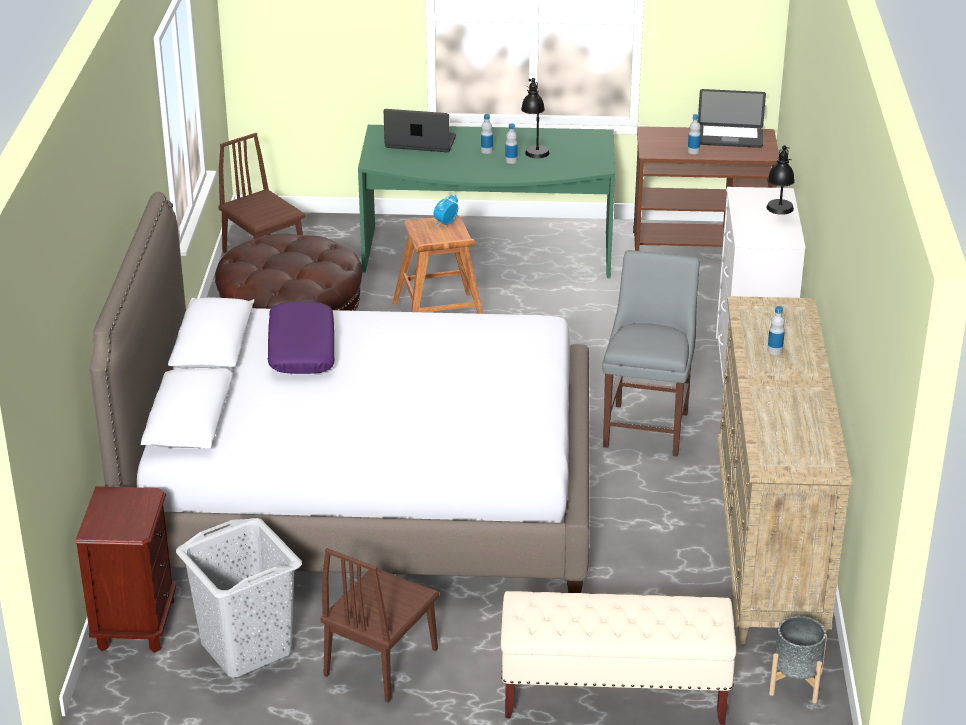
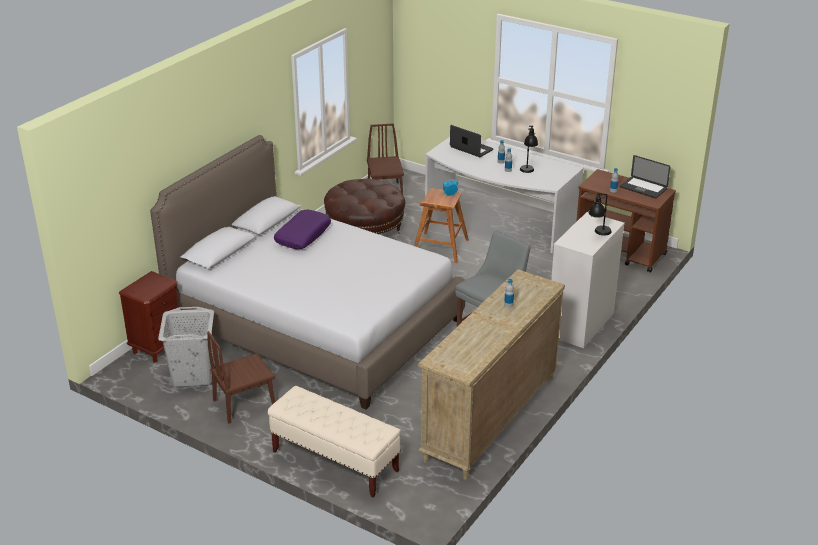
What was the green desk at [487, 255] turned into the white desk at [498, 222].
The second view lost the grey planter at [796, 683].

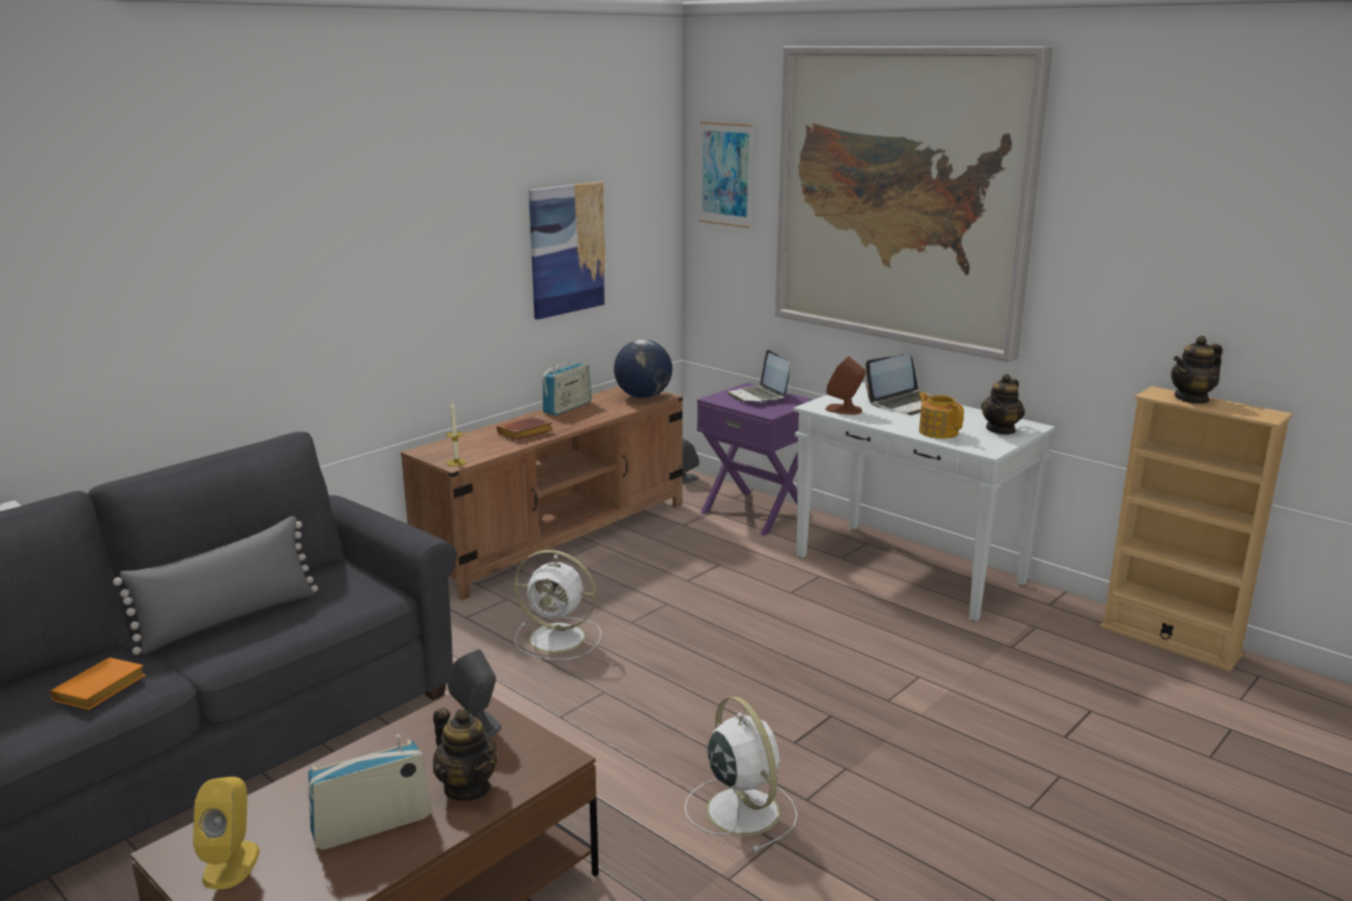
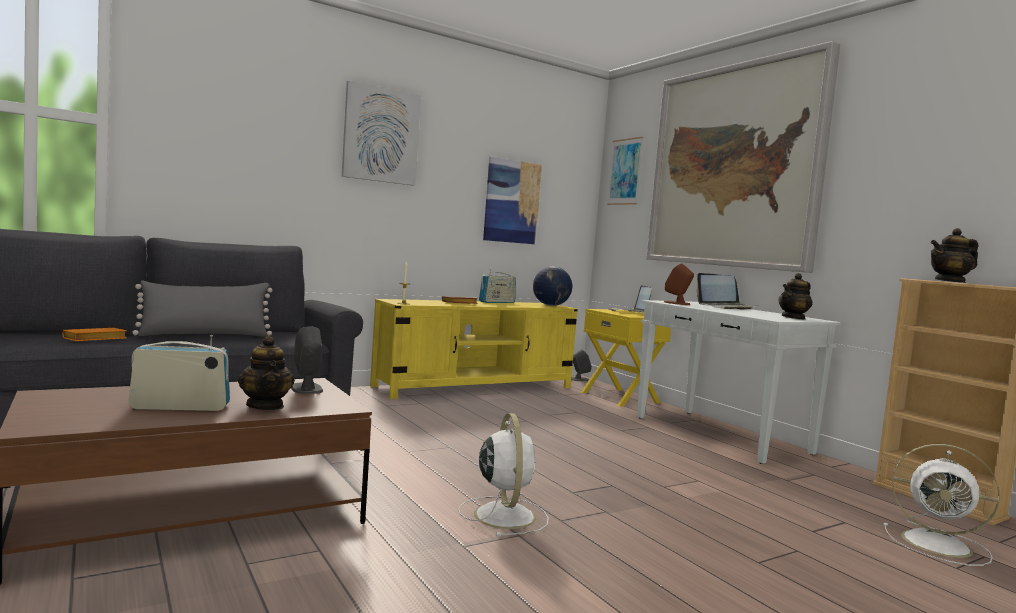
What was the purple nightstand at [756, 512] turned into the yellow nightstand at [621, 397].
What was the brown tv stand at [557, 537] turned into the yellow tv stand at [476, 387].
The second view lost the teapot at [938, 432].
The white fan ended up elsewhere, having gone from [559, 638] to [939, 545].
The second view lost the yellow speaker at [231, 864].
The second view gained the picture at [381, 135].

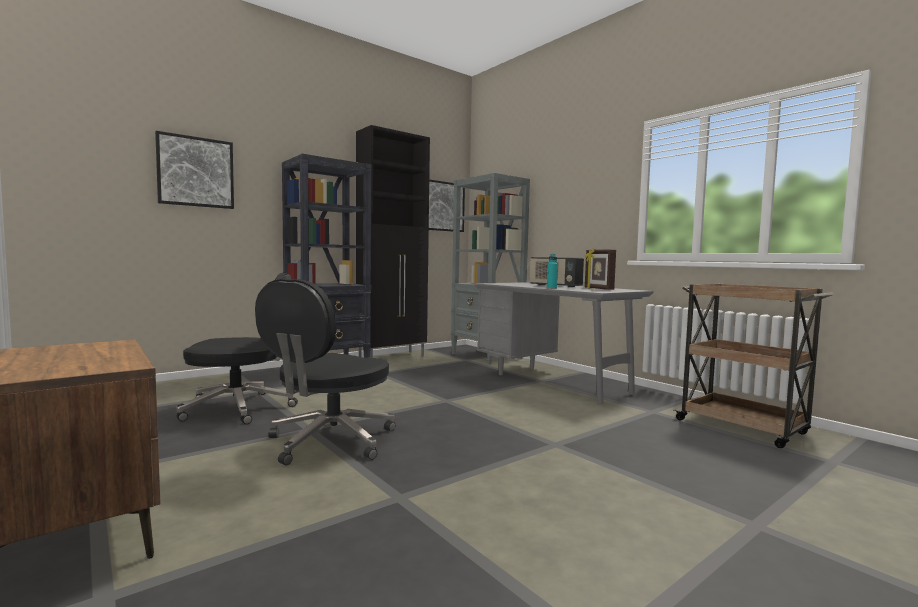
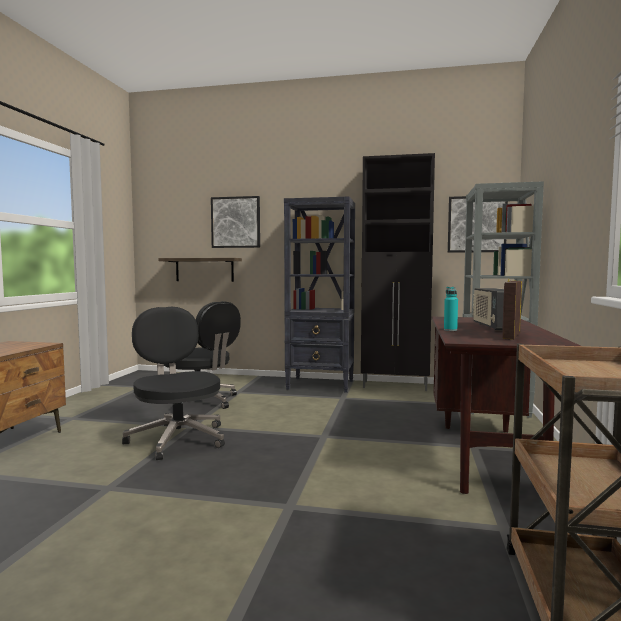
The black office chair at [330, 441] ended up facing another way, 75 degrees clockwise from before.
What was the grey desk at [553, 381] turned into the brown desk at [486, 452].
The second view gained the shelf at [204, 269].

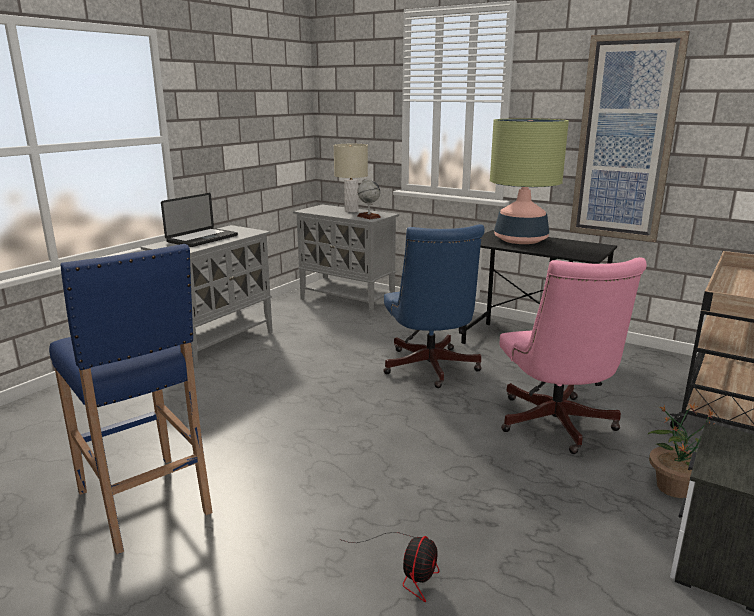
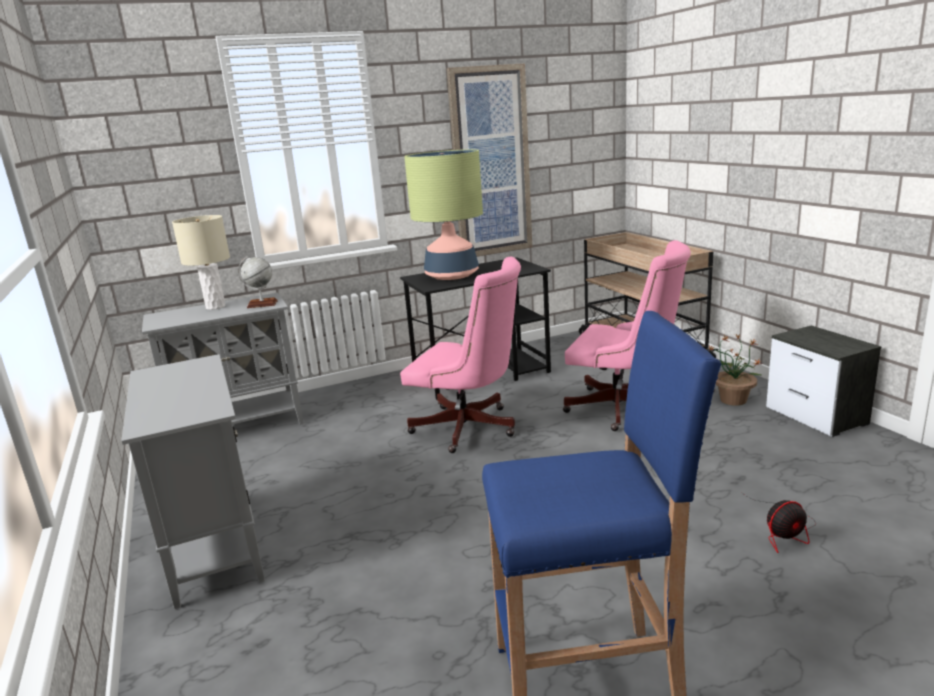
The second view lost the laptop at [202, 239].
What was the blue office chair at [430, 369] turned into the pink office chair at [470, 429].
The fan at [409, 568] ended up facing another way, 105 degrees clockwise from before.

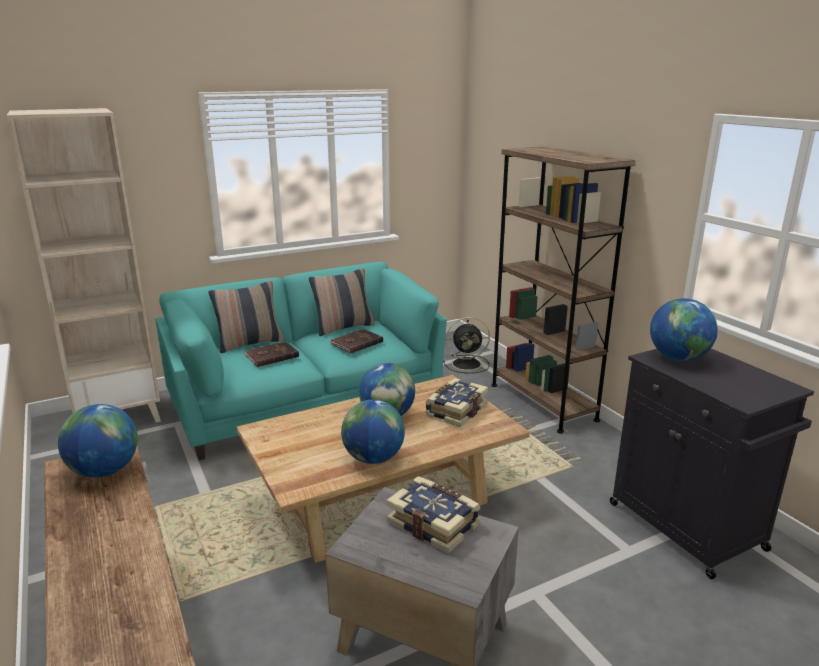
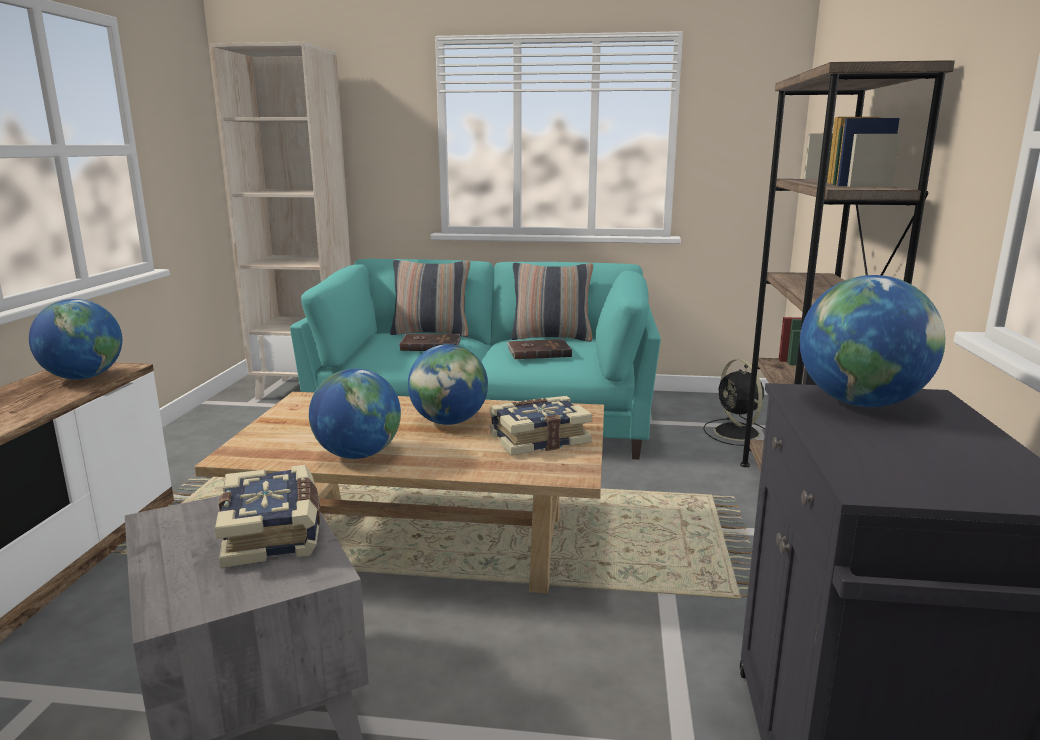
The black fan at [468, 364] ended up facing another way, 45 degrees clockwise from before.

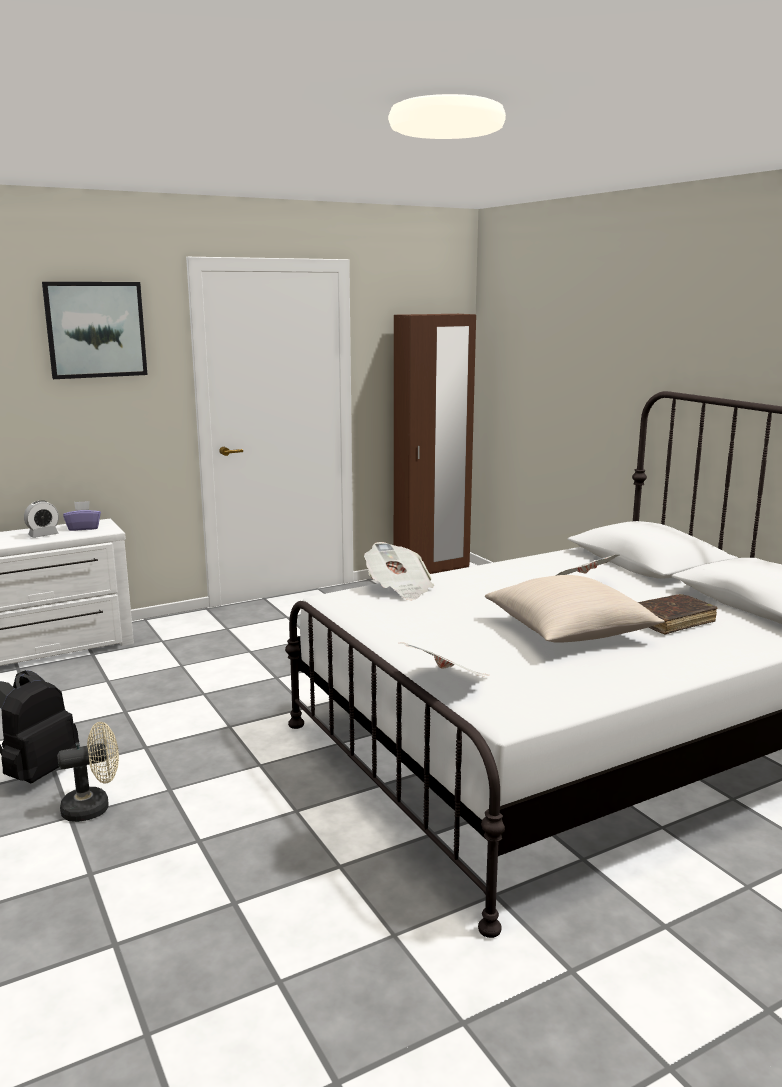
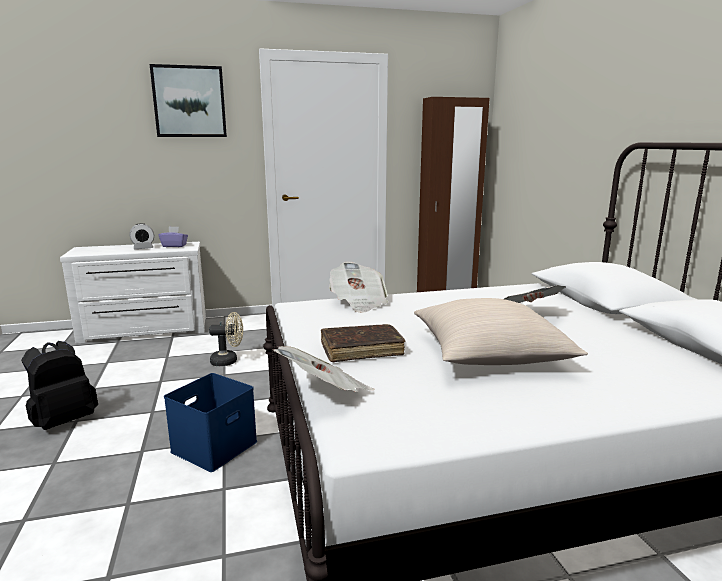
The brown book ended up elsewhere, having gone from [671, 621] to [361, 350].
The beige fan ended up elsewhere, having gone from [94, 807] to [228, 361].
The second view gained the blue storage box at [214, 445].

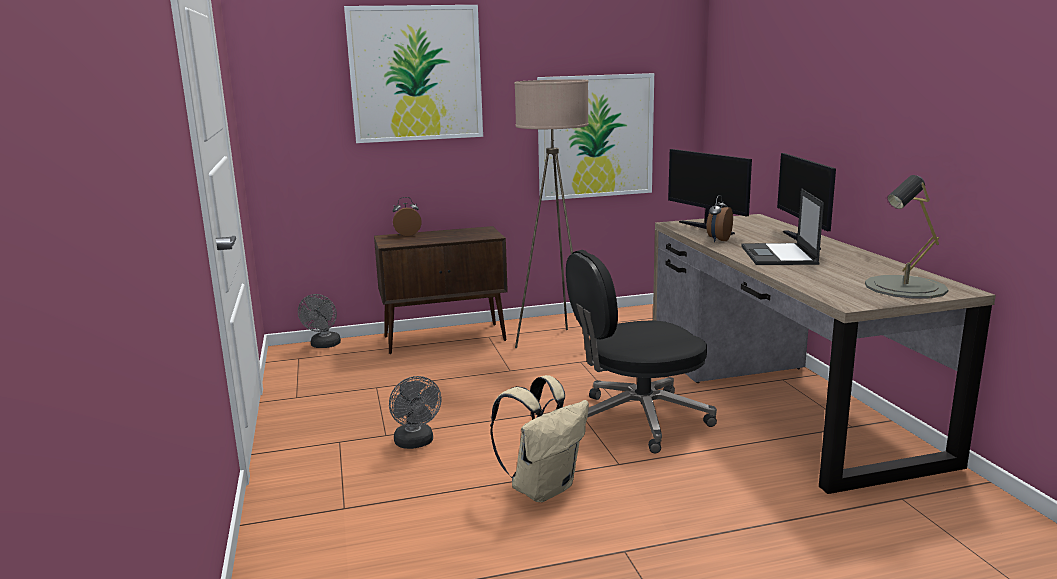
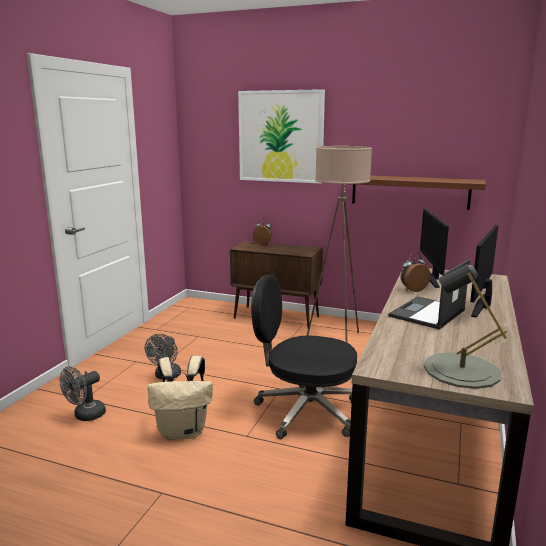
Where the picture hung at [595, 136], the brown shelf came to hang at [409, 191].
The grey fan ended up elsewhere, having gone from [324, 345] to [85, 416].

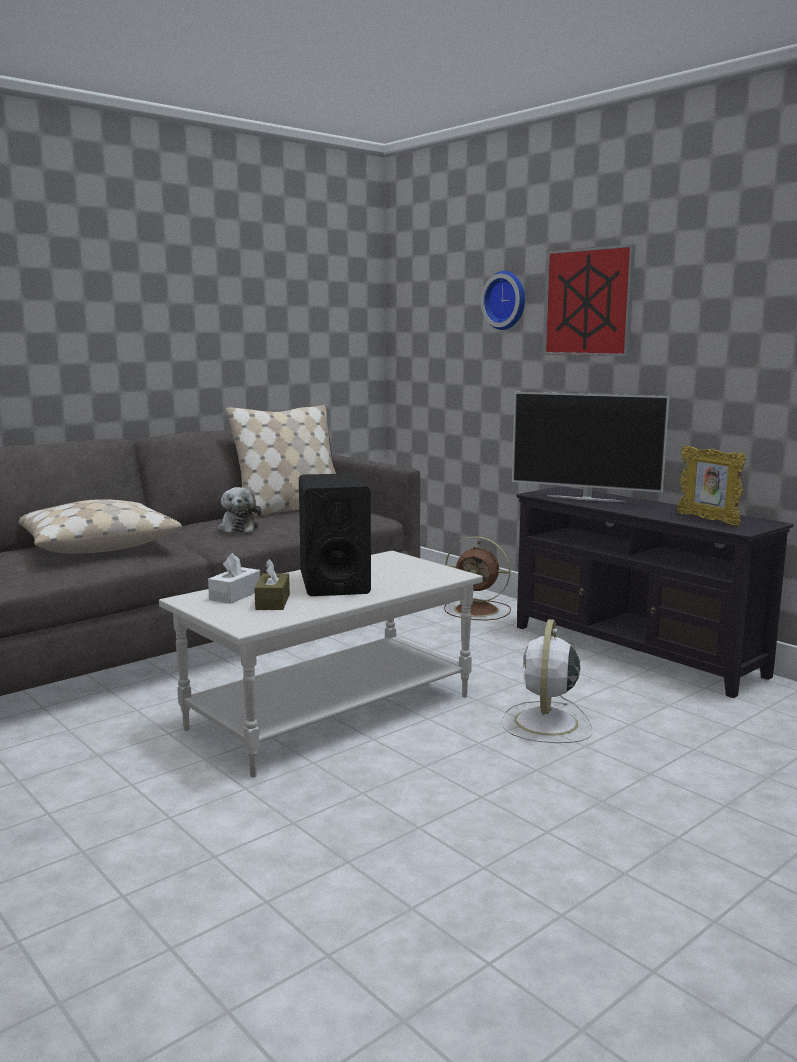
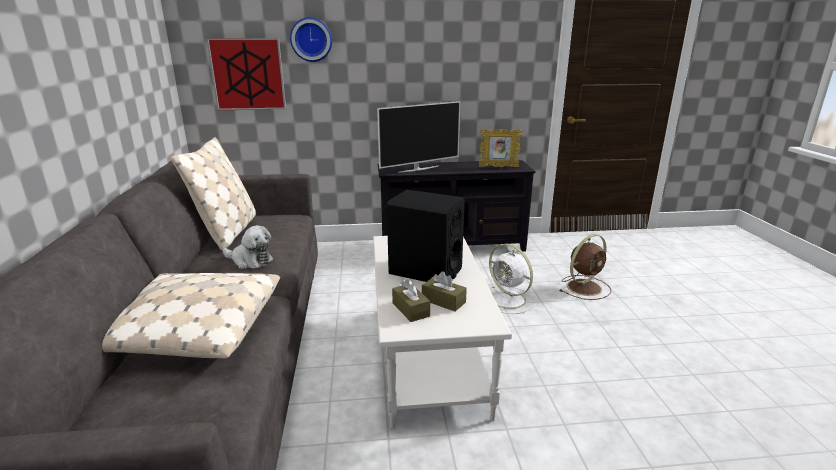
The picture ended up elsewhere, having gone from [588, 302] to [248, 74].
The brown fan ended up elsewhere, having gone from [478, 610] to [585, 287].
What was the white tissue box at [235, 595] turned into the brown tissue box at [410, 309].

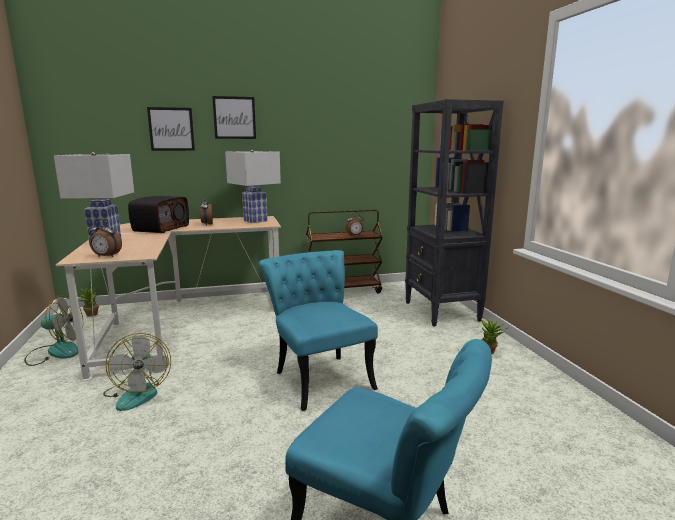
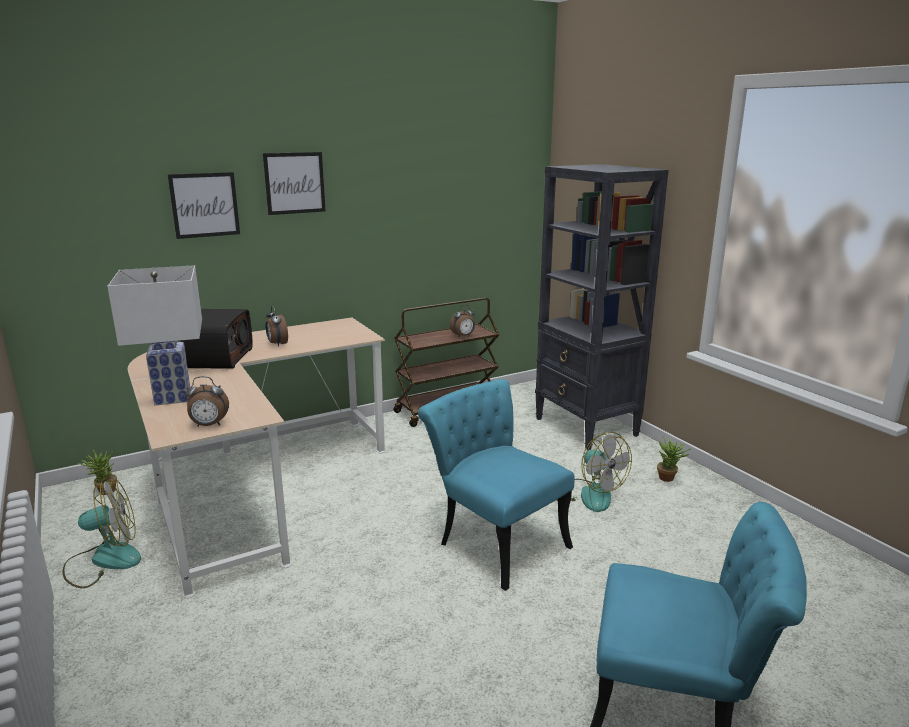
The second view lost the white table lamp at [255, 221].
The fan ended up elsewhere, having gone from [138, 393] to [588, 494].

